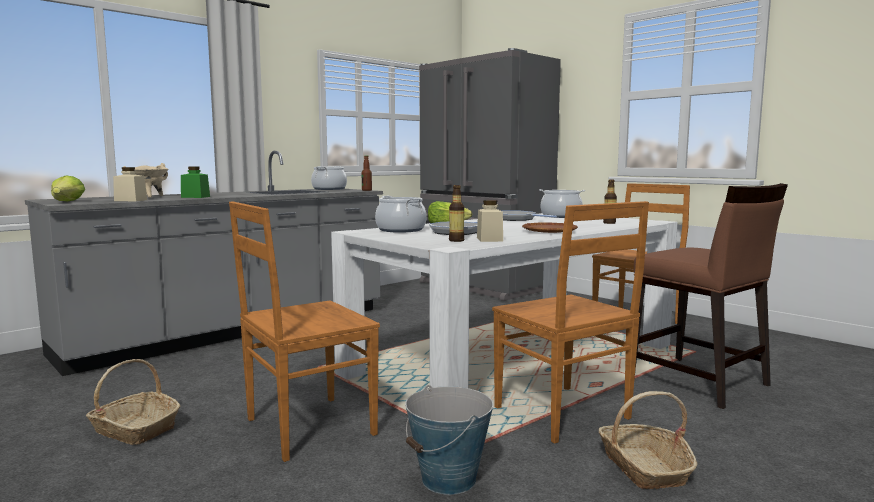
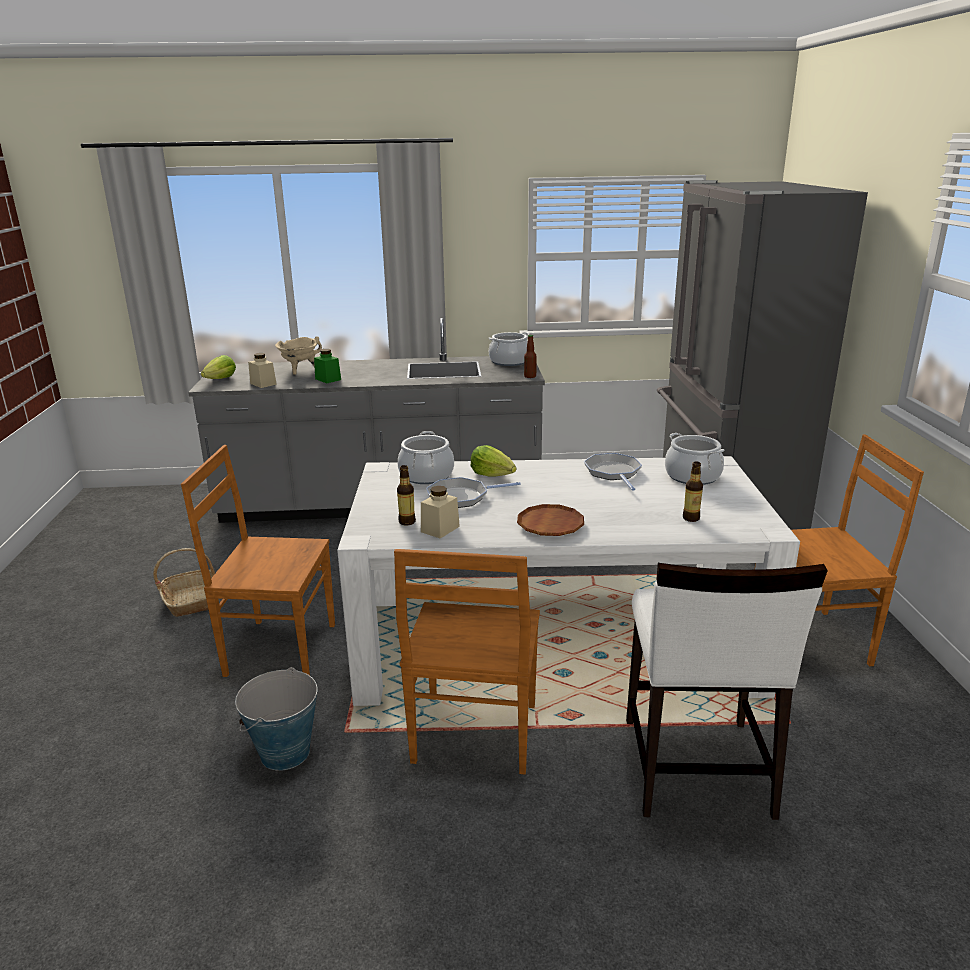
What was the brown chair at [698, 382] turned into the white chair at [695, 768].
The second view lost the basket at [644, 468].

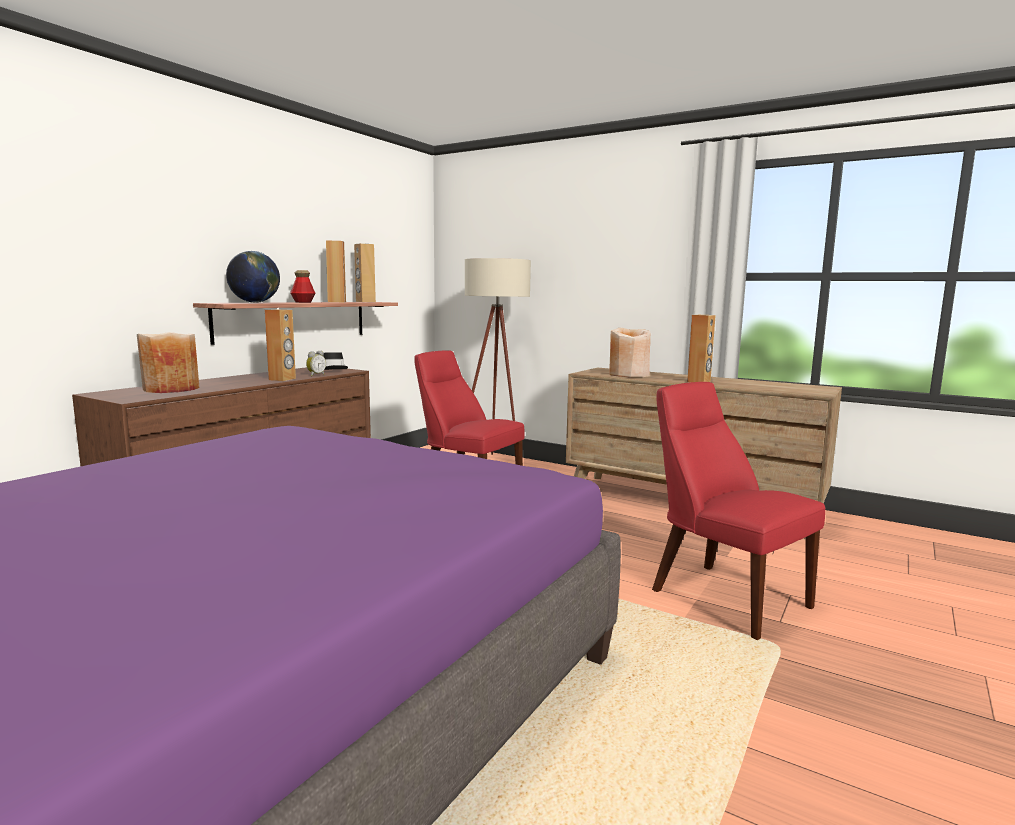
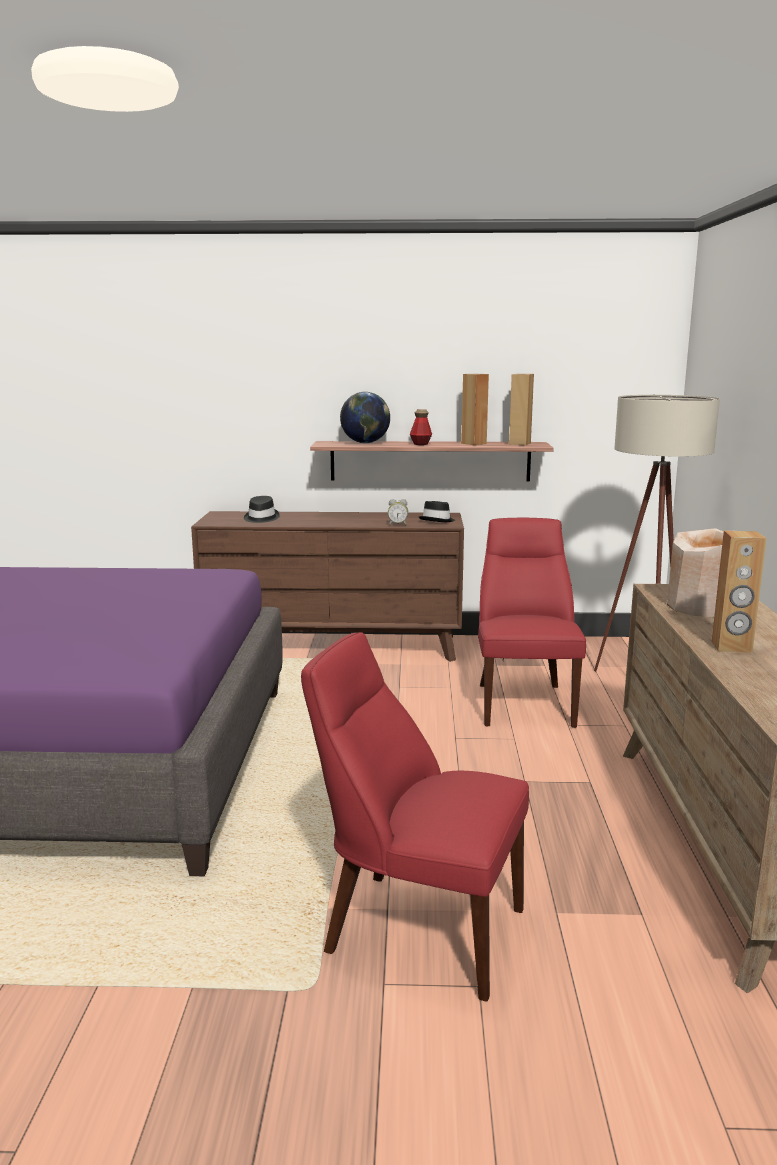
The second view lost the brown speaker at [282, 379].
Where the beige vase stood at [171, 389], the black hat came to stand at [260, 518].
The red chair at [723, 596] ended up facing another way, 90 degrees counterclockwise from before.

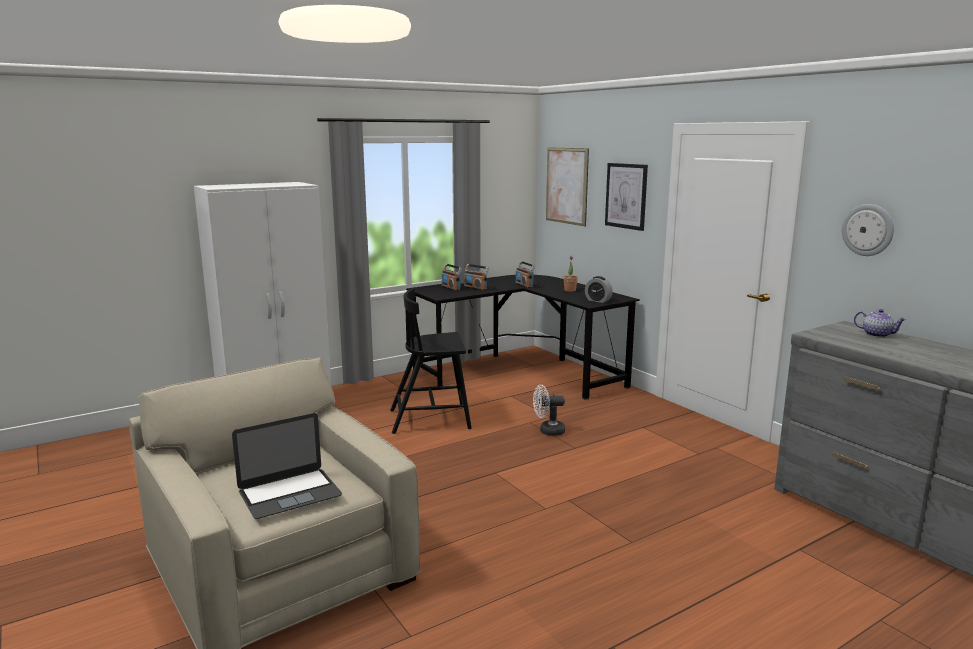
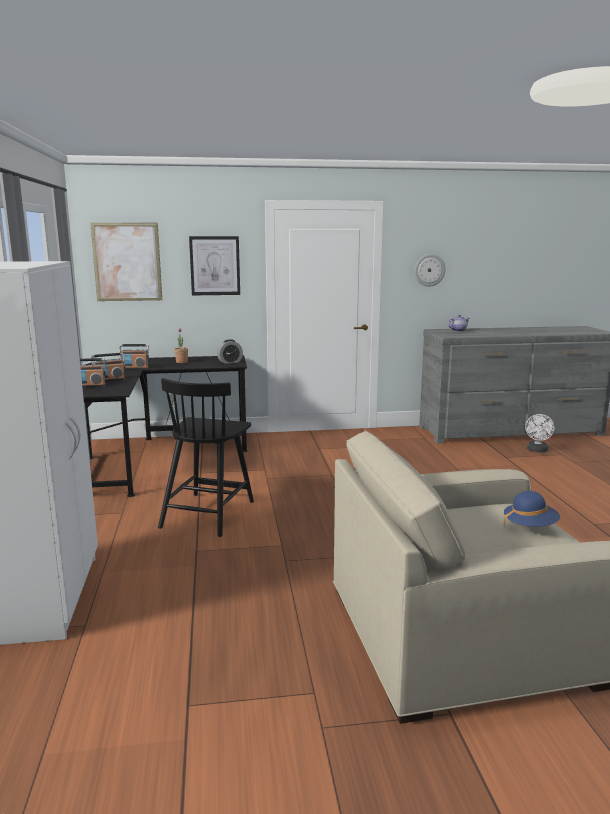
The white fan ended up elsewhere, having gone from [548, 431] to [537, 450].
Where the laptop stood at [289, 493], the blue hat came to stand at [530, 526].

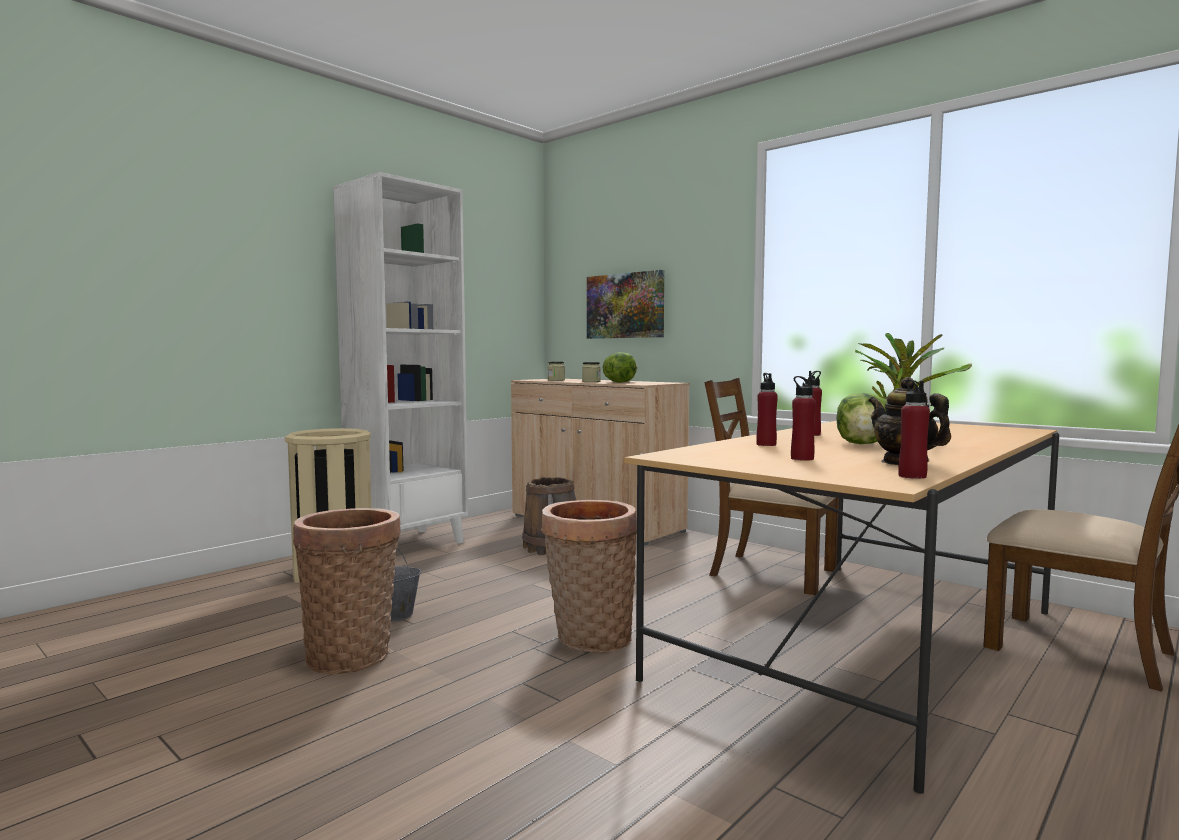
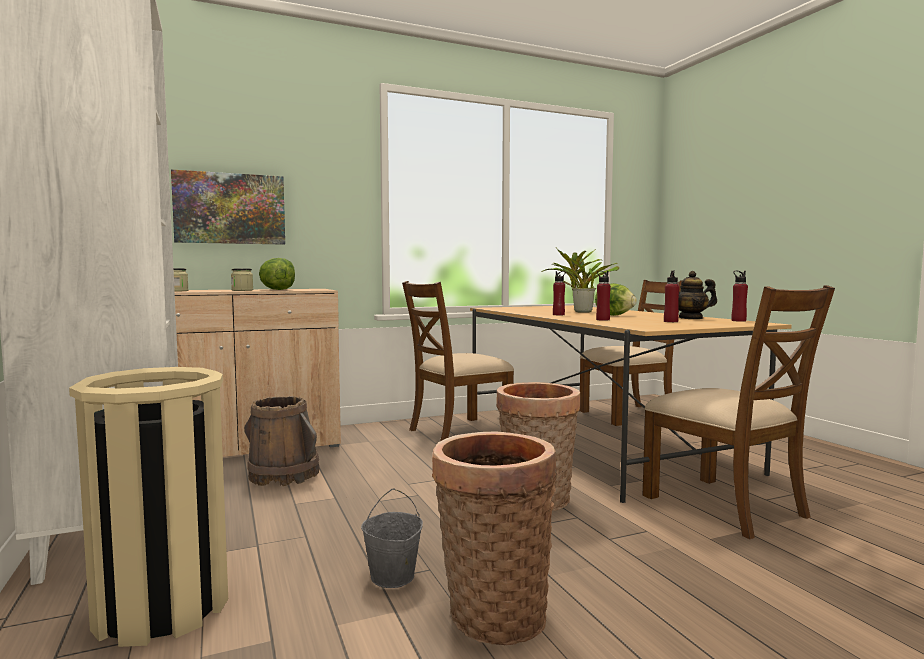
The second view gained the brown chair at [725, 506].

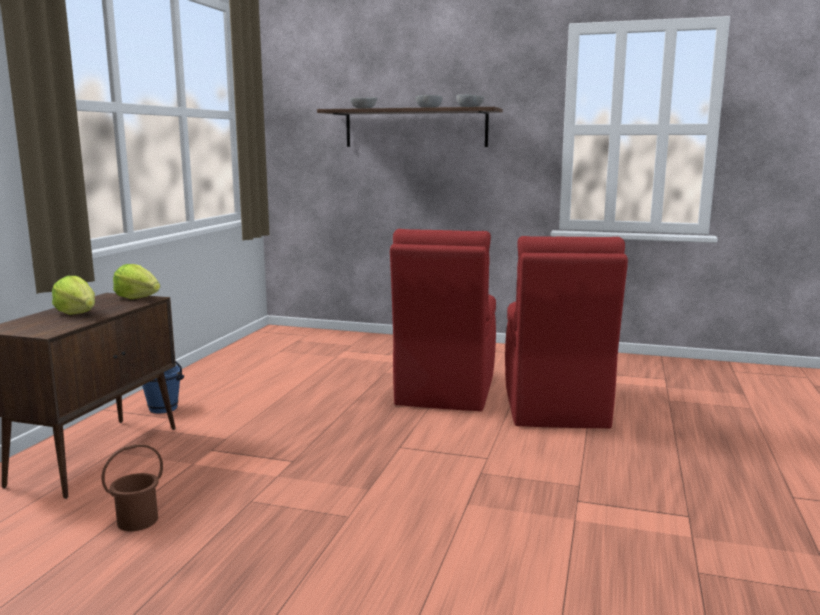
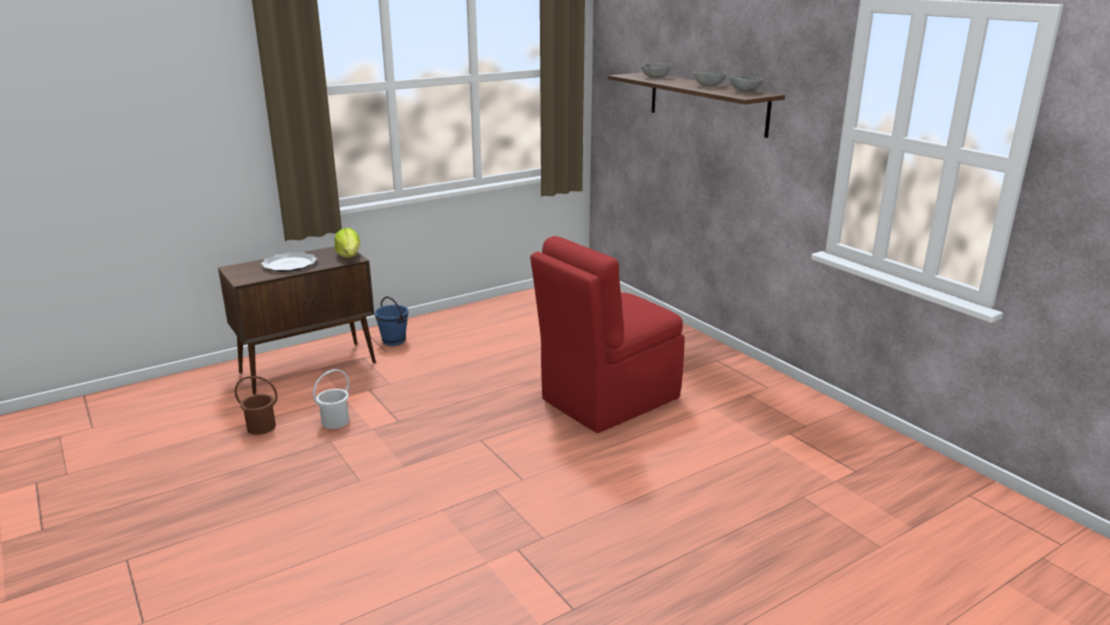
The second view lost the red chair at [554, 407].
Where the lettuce stood at [77, 313], the plate came to stand at [290, 264].
The second view gained the white bucket at [335, 421].

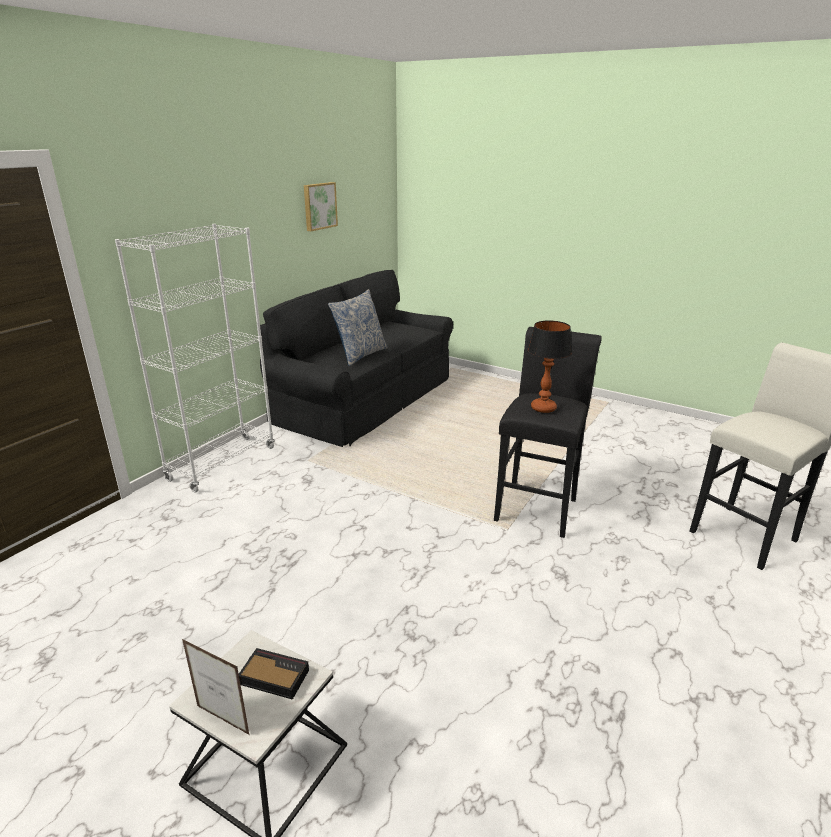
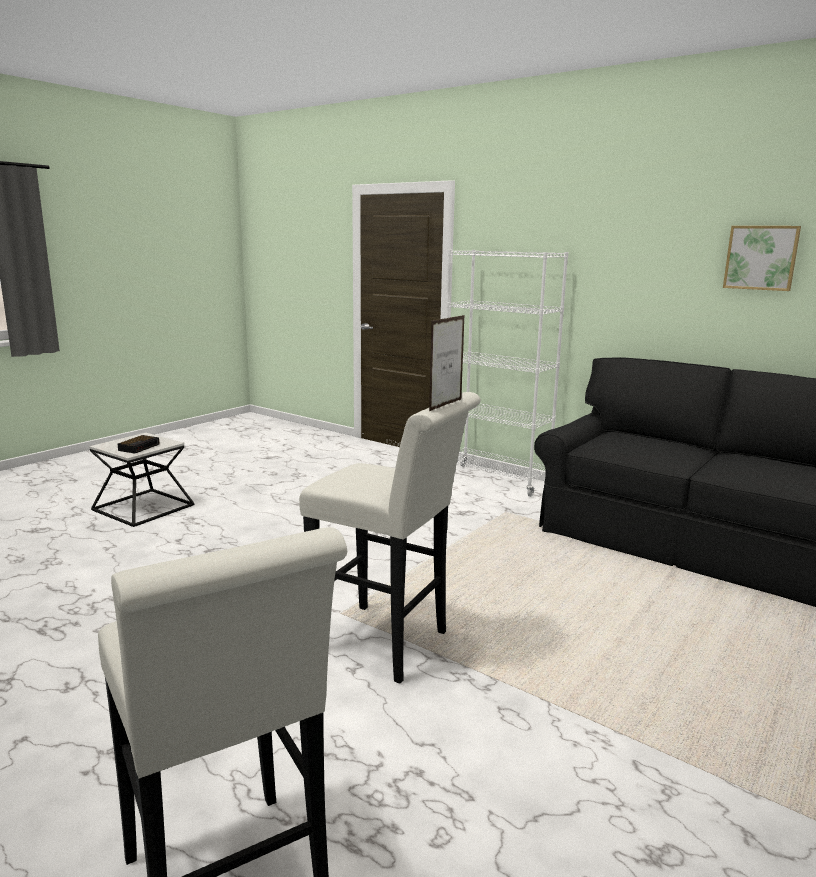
The second view lost the pillow at [360, 355].
The second view lost the table lamp at [543, 408].
What was the black stool at [537, 506] turned into the white stool at [388, 645].
The picture frame ended up elsewhere, having gone from [223, 720] to [445, 405].

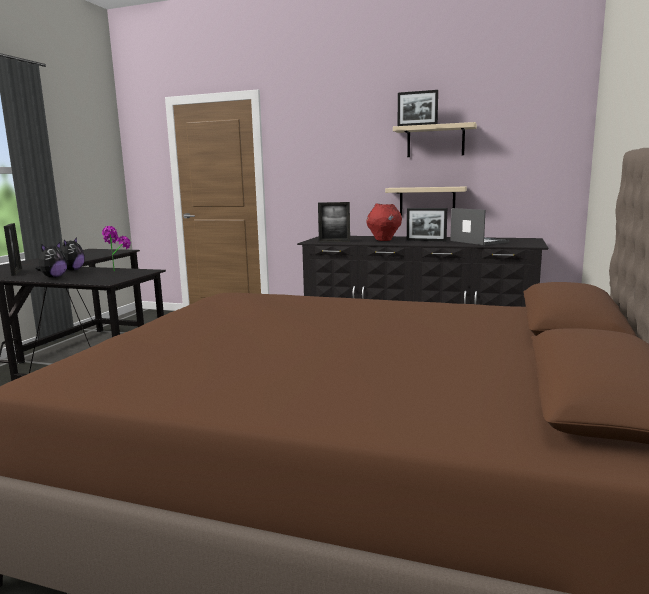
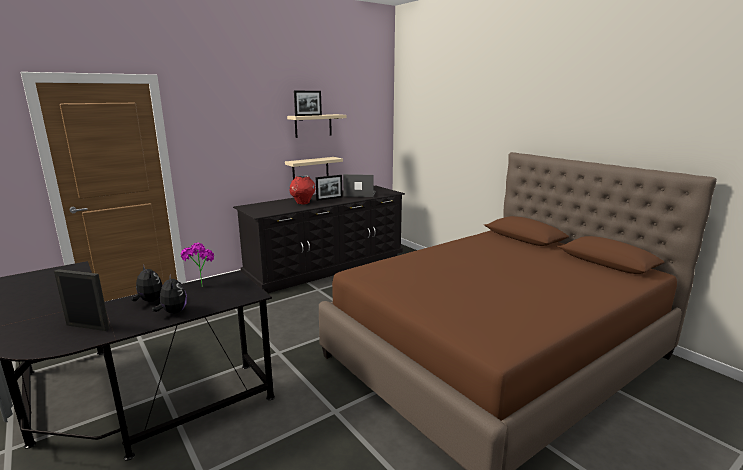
The second view lost the picture frame at [334, 241].

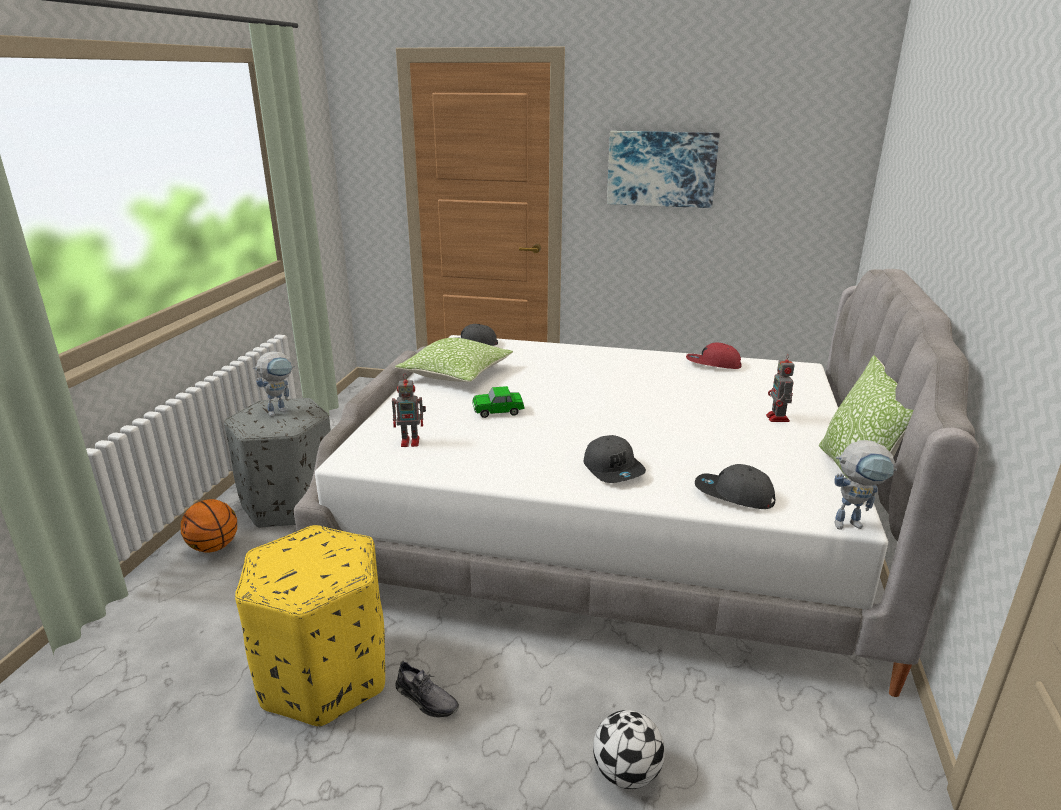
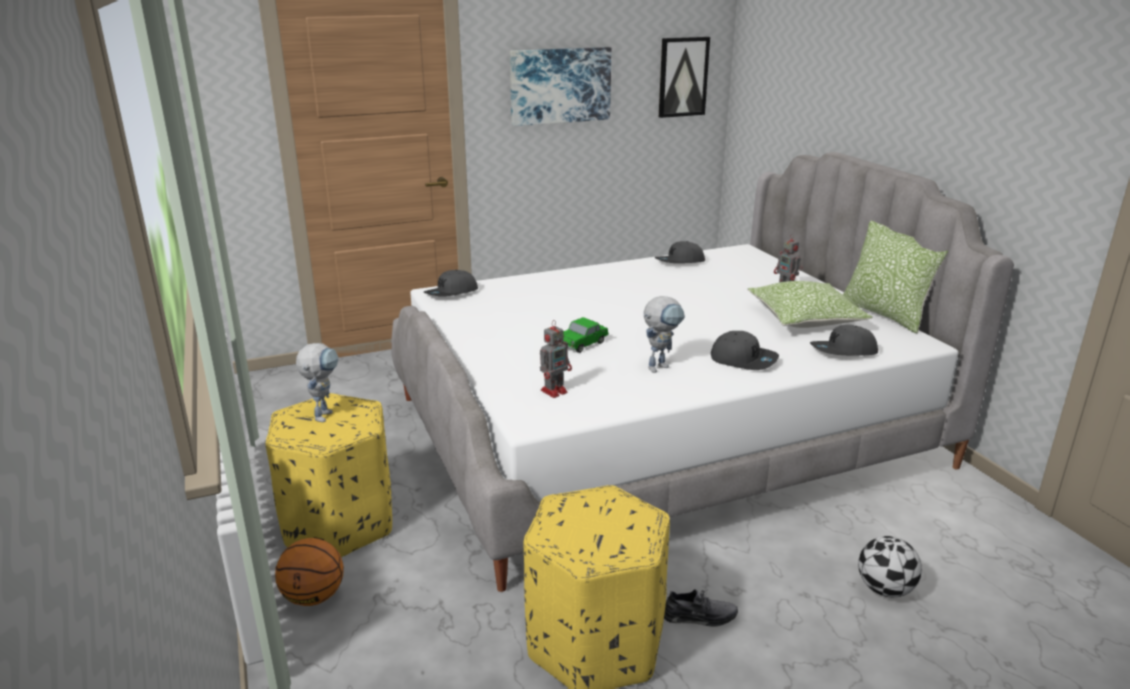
The pillow ended up elsewhere, having gone from [456, 374] to [805, 319].
What was the red cap at [712, 364] turned into the grey cap at [679, 262].
What was the grey ottoman at [291, 503] turned into the yellow ottoman at [340, 523].
The toy robot ended up elsewhere, having gone from [853, 523] to [661, 365].
The second view gained the picture at [682, 77].

